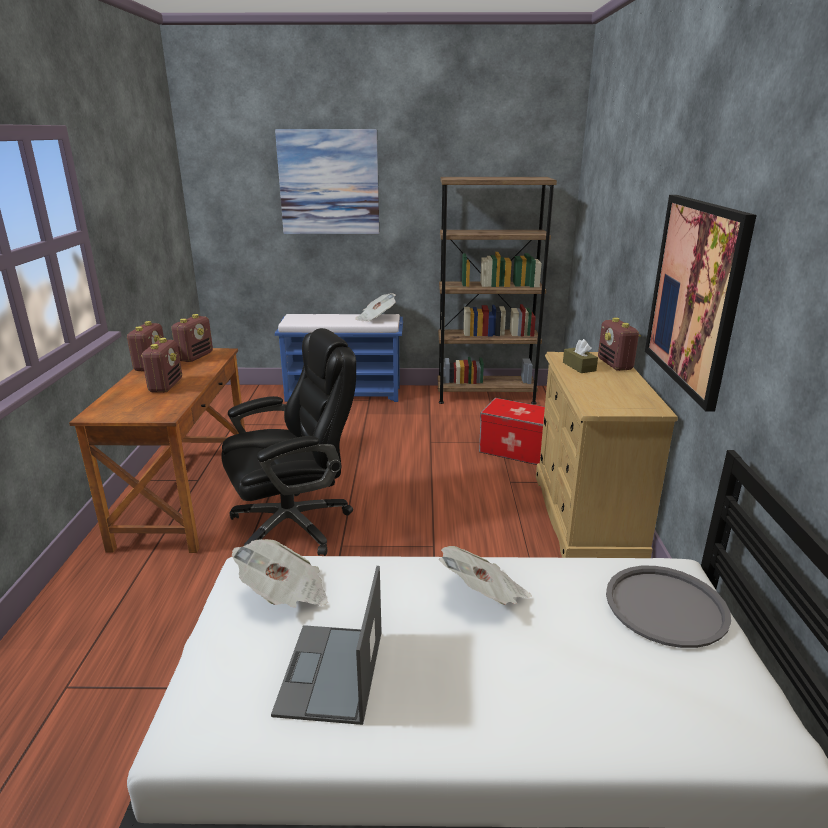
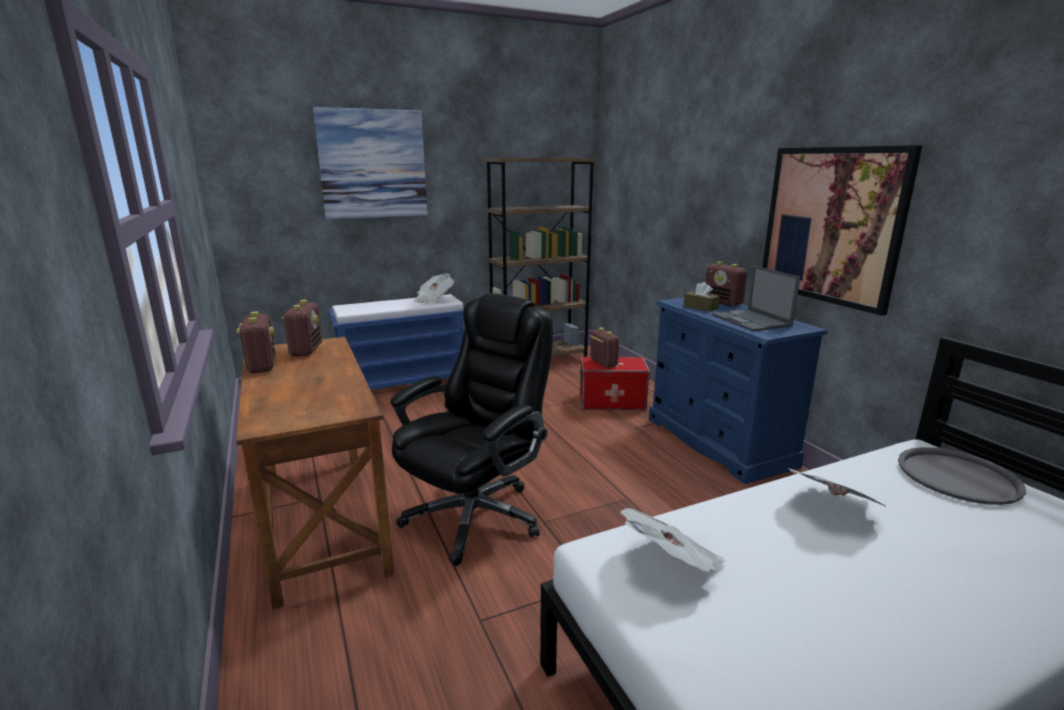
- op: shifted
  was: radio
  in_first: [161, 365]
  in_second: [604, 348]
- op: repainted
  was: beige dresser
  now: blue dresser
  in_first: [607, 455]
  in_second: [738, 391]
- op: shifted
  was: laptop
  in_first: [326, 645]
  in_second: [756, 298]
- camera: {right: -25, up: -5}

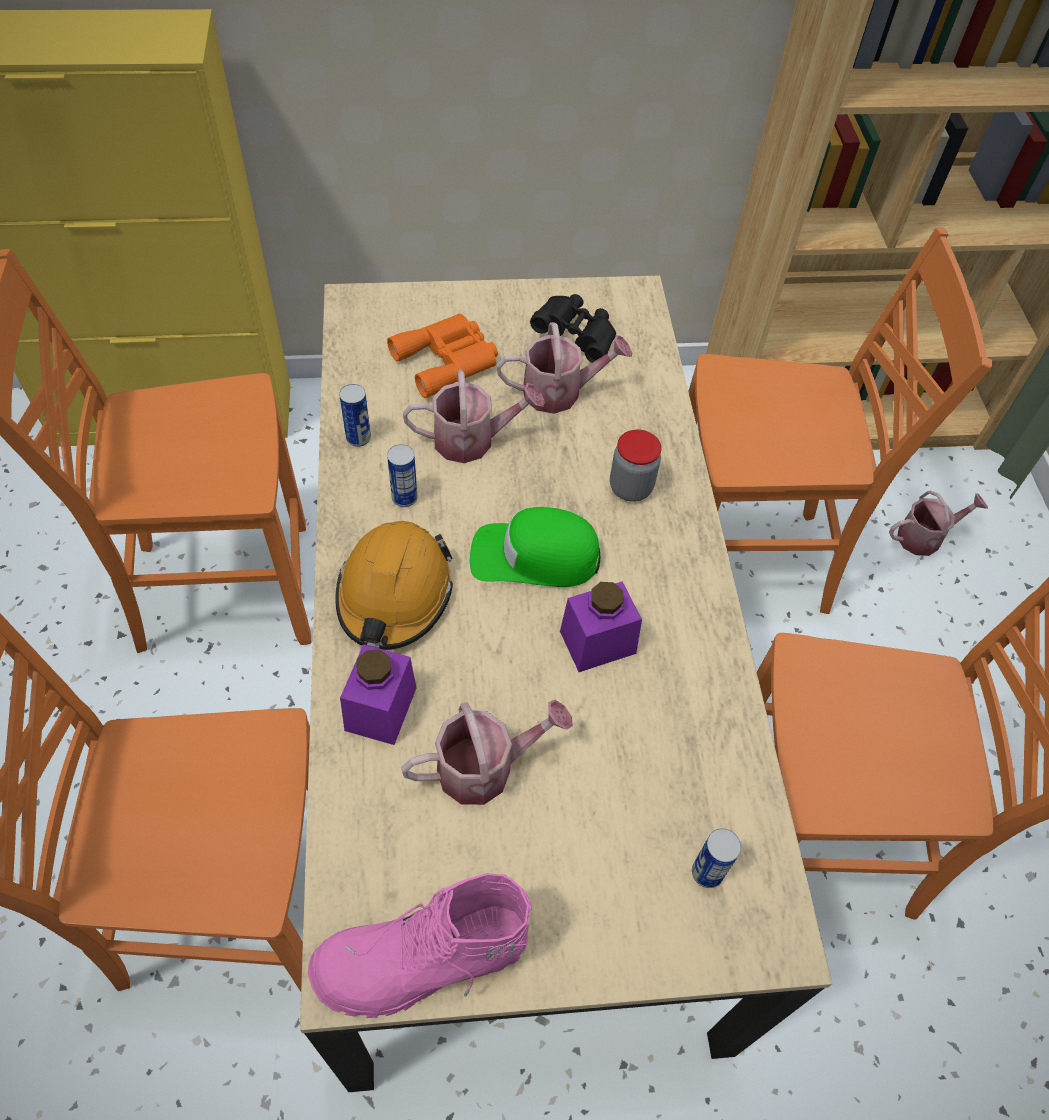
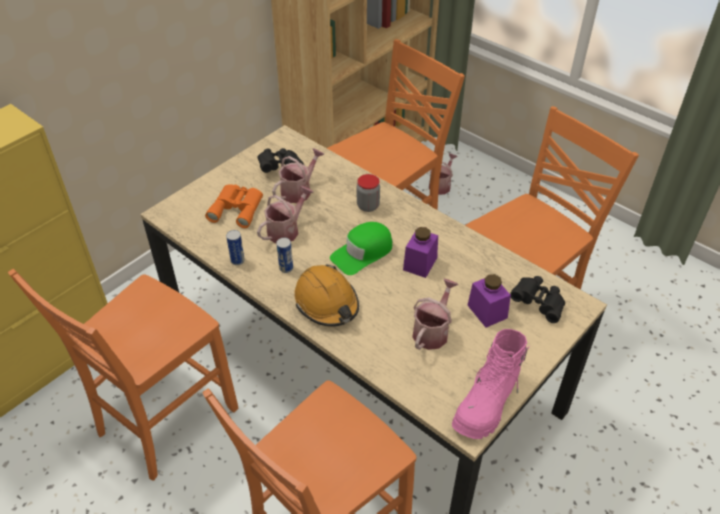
- op: shifted
  was: purple jar
  in_first: [378, 694]
  in_second: [489, 301]
- op: swapped
  was: can
  now: black binoculars
  in_first: [716, 858]
  in_second: [537, 299]
- camera: {right: -40, up: -10}

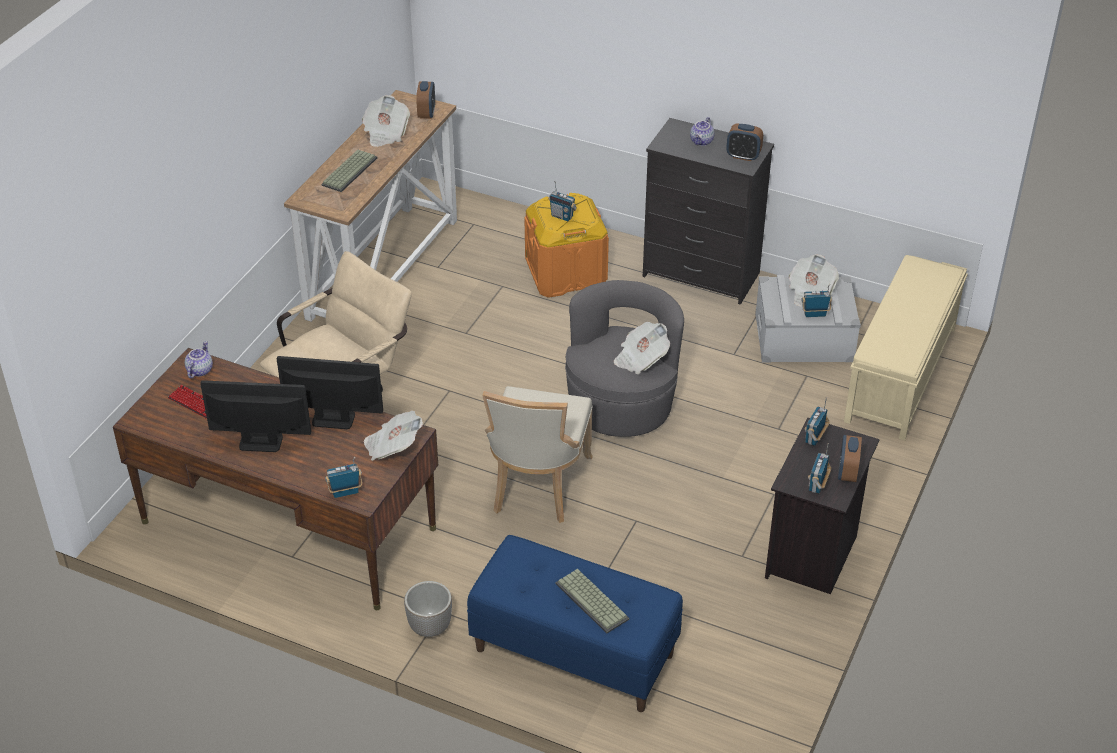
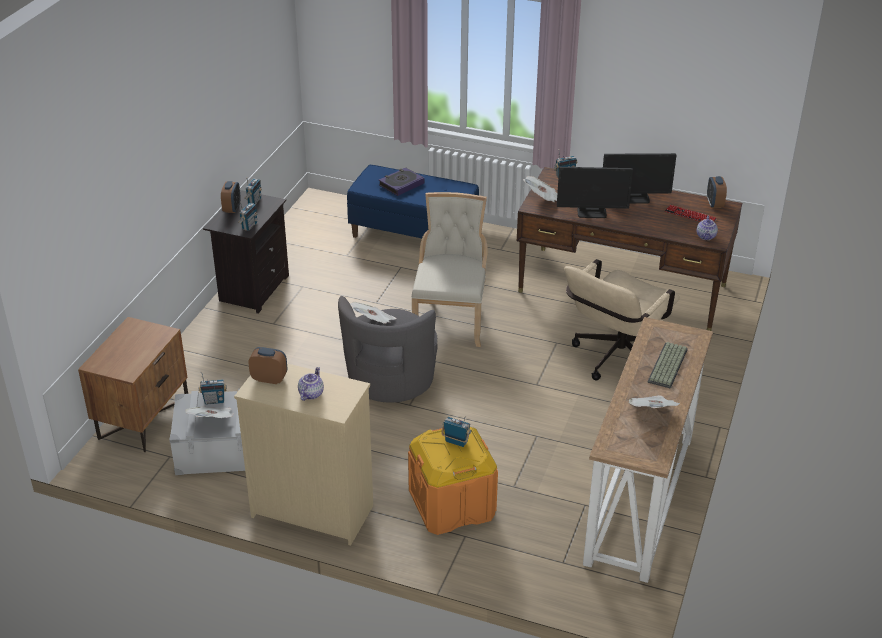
- op: swapped
  was: beige bench
  now: brown nightstand
  in_first: [906, 348]
  in_second: [133, 384]
- op: repainted
  was: black dresser
  now: beige dresser
  in_first: [708, 211]
  in_second: [303, 454]
- op: swapped
  was: keyboard
  now: book
  in_first: [592, 601]
  in_second: [402, 182]
- op: shifted
  was: alarm clock
  in_first: [425, 100]
  in_second: [717, 192]
- op: gone
  was: planter
  in_first: [428, 609]
- camera: {right: 175, up: -5}

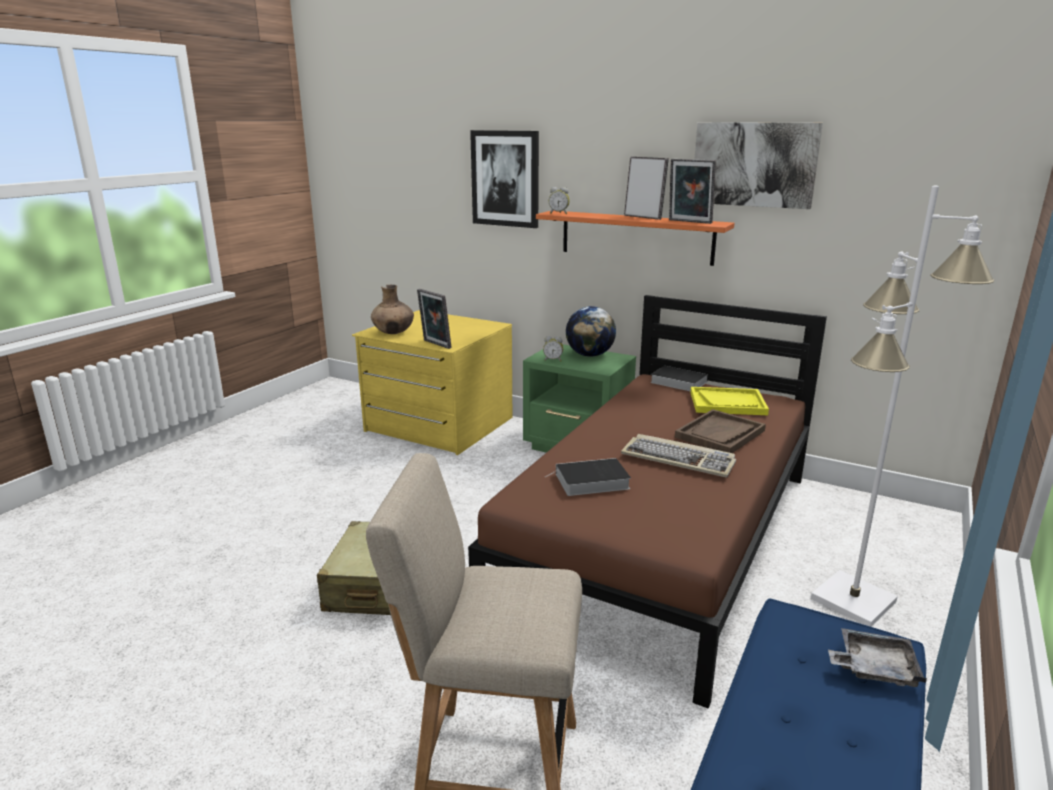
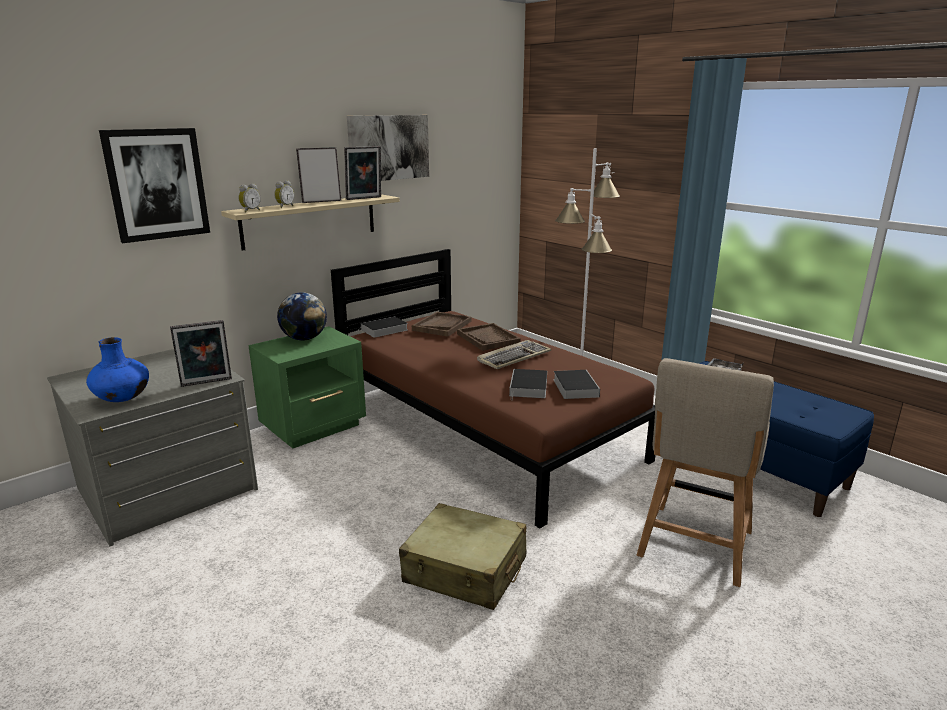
- op: repainted
  was: yellow dresser
  now: grey dresser
  in_first: [432, 382]
  in_second: [152, 447]
- op: repainted
  was: brown vase
  now: blue vase
  in_first: [392, 309]
  in_second: [117, 369]
- op: repainted
  was: orange shelf
  now: beige shelf
  in_first: [635, 238]
  in_second: [310, 223]
- op: shifted
  was: alarm clock
  in_first: [553, 349]
  in_second: [284, 194]
- op: repainted
  was: yellow tray
  now: brown tray
  in_first: [729, 401]
  in_second: [442, 324]
- op: new
  now: book
  in_second: [576, 384]
- camera: {right: -70, up: 0}

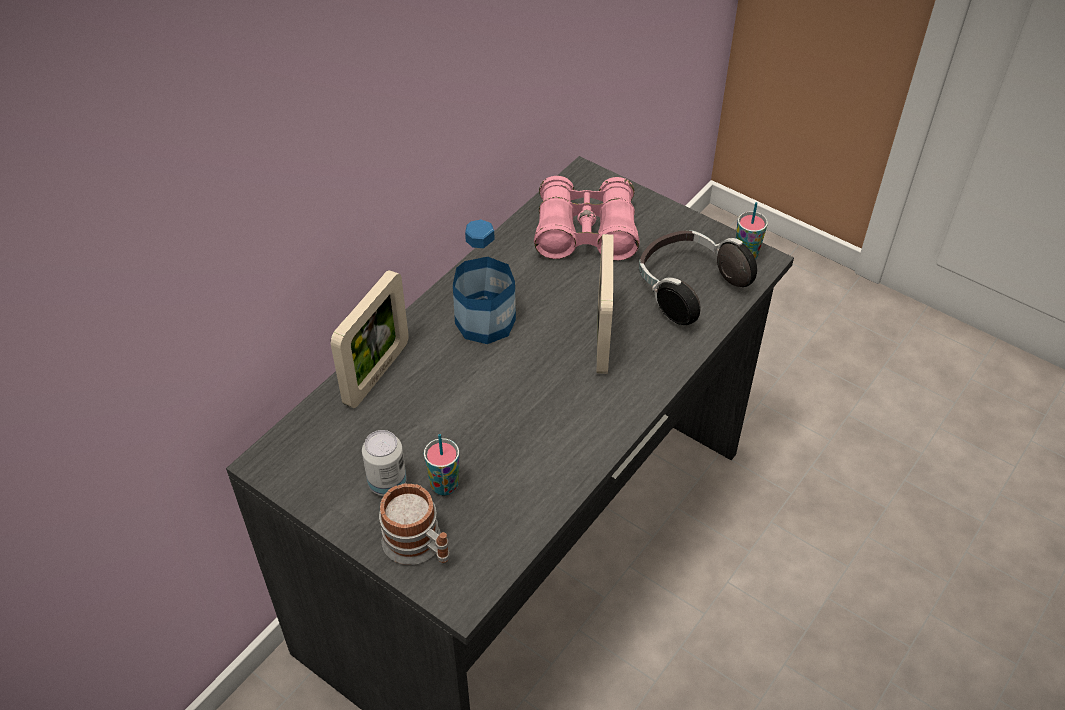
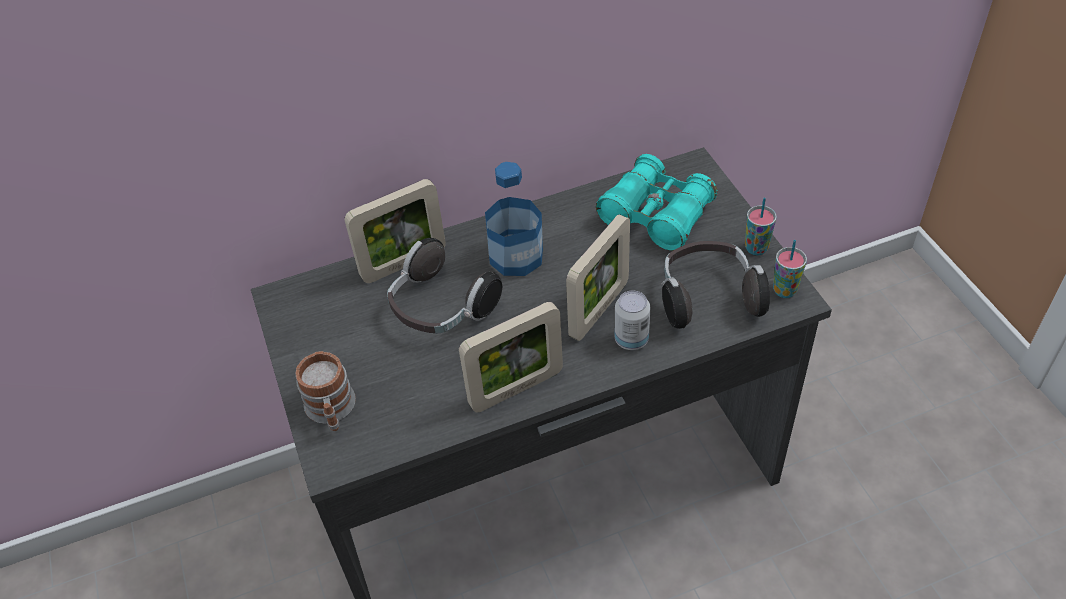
- op: new
  now: headphones
  in_second: [444, 286]
- op: new
  now: picture frame
  in_second: [511, 357]
- op: repainted
  was: pink binoculars
  now: turquoise binoculars
  in_first: [587, 218]
  in_second: [656, 202]
- op: shifted
  was: can
  in_first: [384, 463]
  in_second: [632, 320]
- op: shifted
  was: cup
  in_first: [441, 465]
  in_second: [761, 226]
- camera: {right: 35, up: 0}

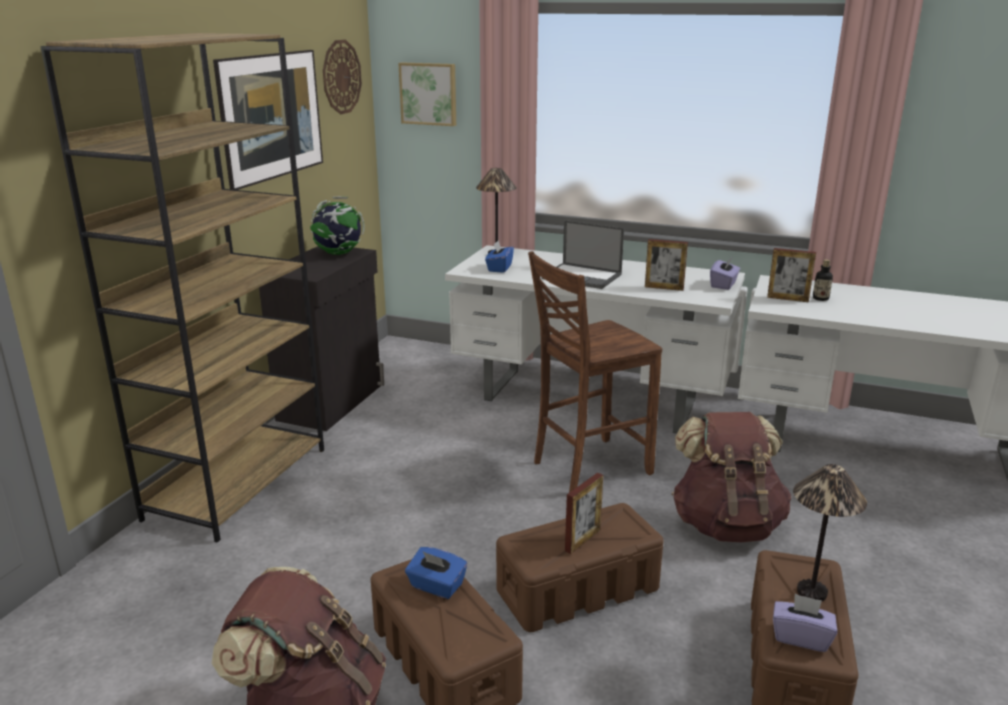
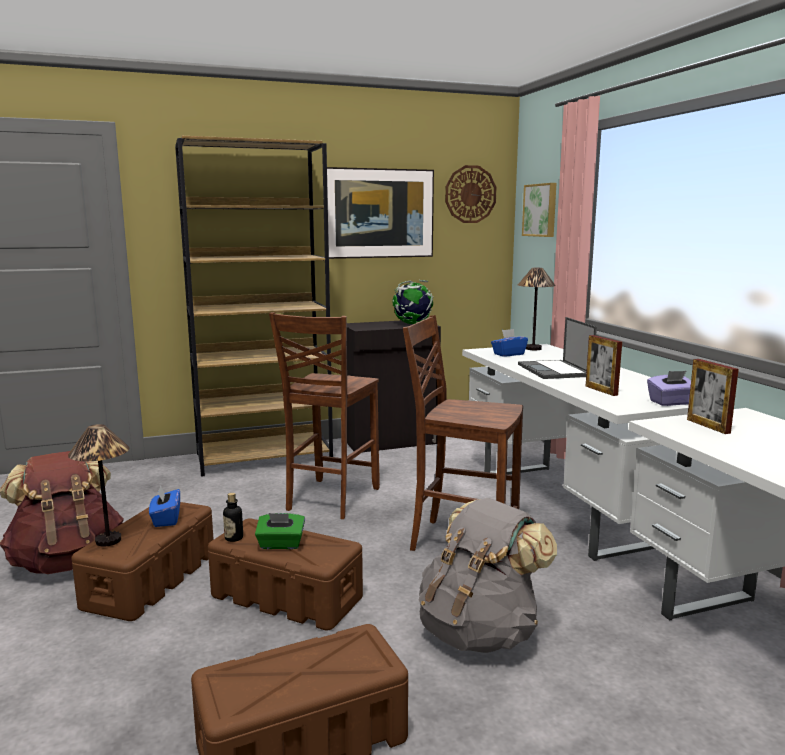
- op: shifted
  was: table lamp
  in_first: [830, 532]
  in_second: [98, 485]
- op: shifted
  was: bottle
  in_first: [823, 280]
  in_second: [233, 517]
- op: swapped
  was: picture frame
  now: green tissue box
  in_first: [584, 513]
  in_second: [280, 531]
- op: new
  now: brown chair
  in_second: [324, 415]
- op: repainted
  was: brown backpack
  now: grey backpack
  in_first: [731, 477]
  in_second: [488, 575]
- op: gone
  was: purple tissue box
  in_first: [805, 623]
- camera: {right: 50, up: -10}

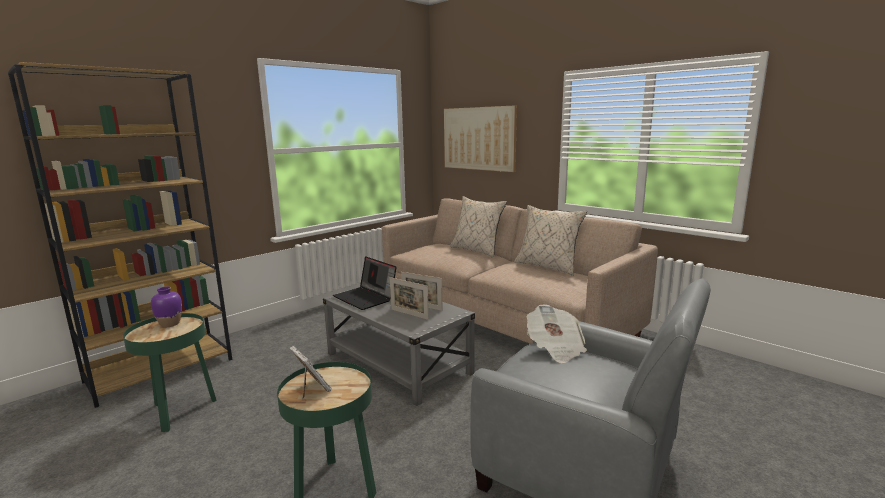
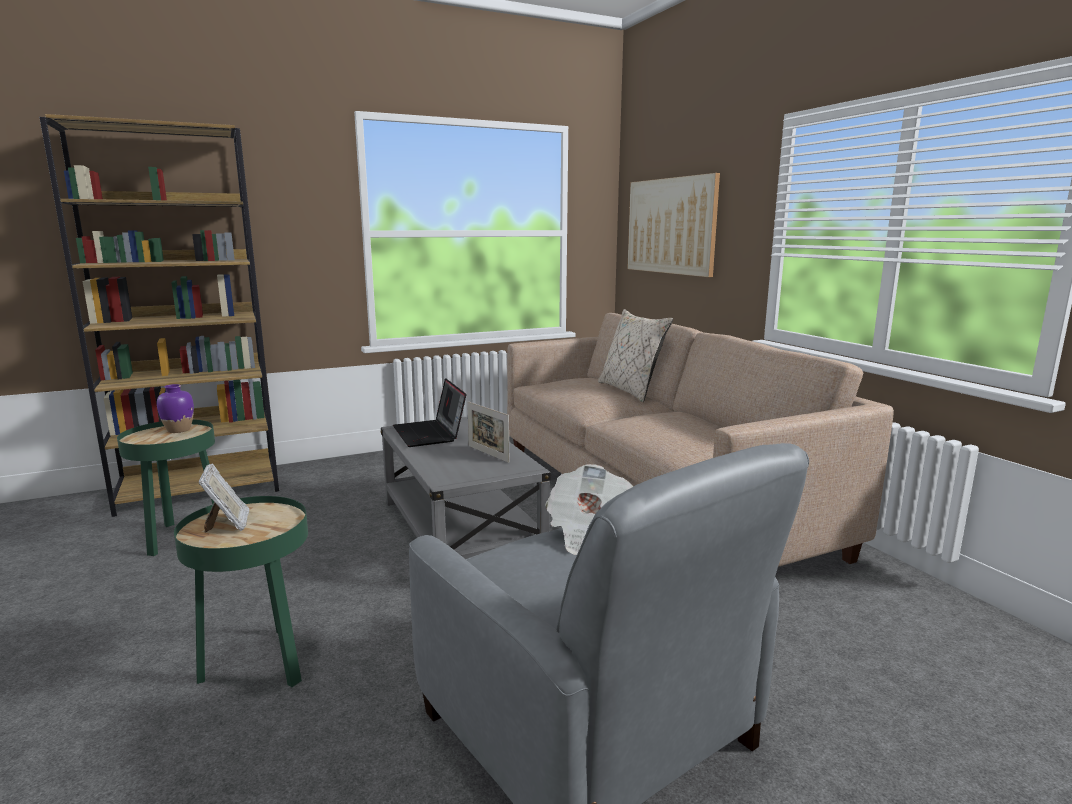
- op: gone
  was: picture frame
  in_first: [409, 298]
- op: gone
  was: beige pillow
  in_first: [550, 240]
- camera: {right: 20, up: 0}

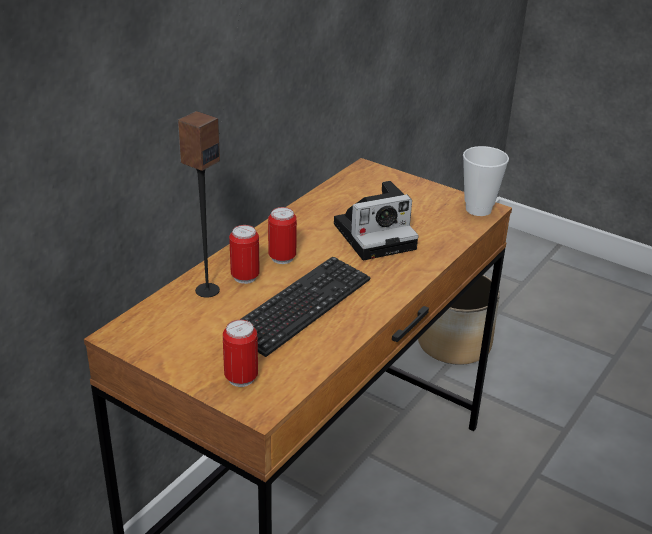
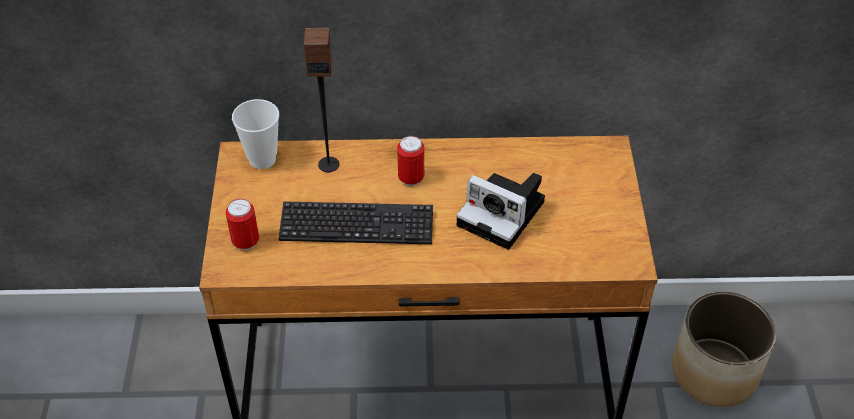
- op: shifted
  was: cup
  in_first: [486, 181]
  in_second: [255, 134]
- op: gone
  was: can
  in_first: [244, 254]
- camera: {right: 55, up: 15}

